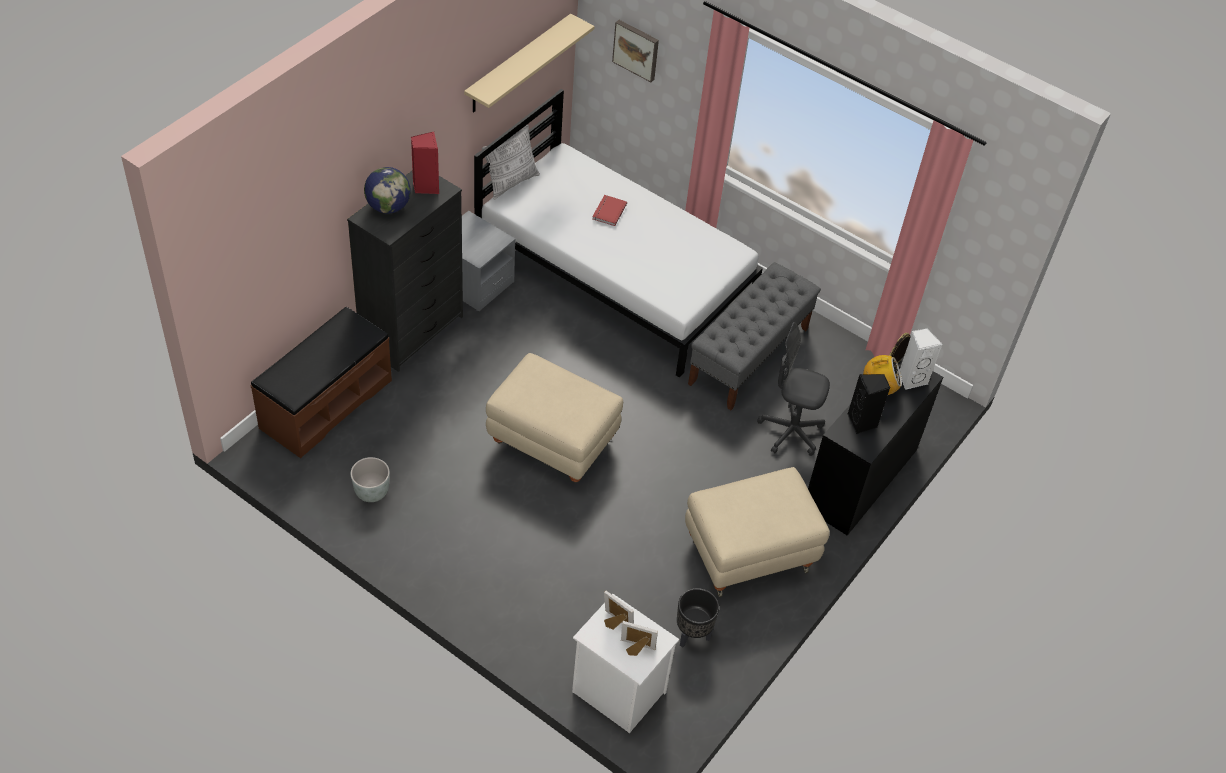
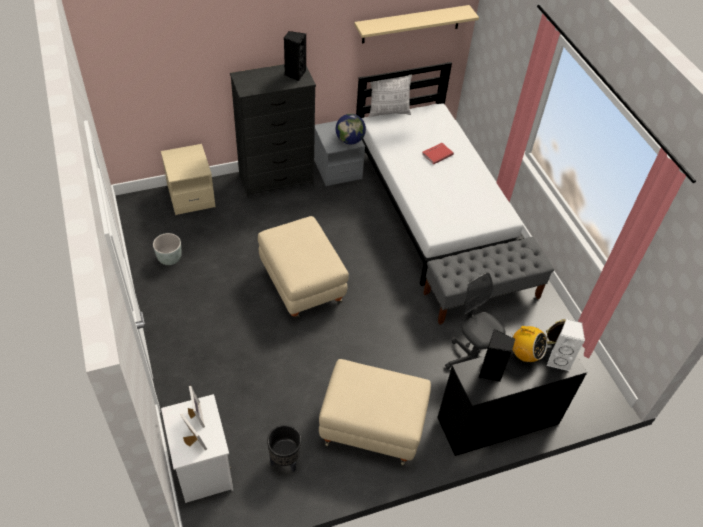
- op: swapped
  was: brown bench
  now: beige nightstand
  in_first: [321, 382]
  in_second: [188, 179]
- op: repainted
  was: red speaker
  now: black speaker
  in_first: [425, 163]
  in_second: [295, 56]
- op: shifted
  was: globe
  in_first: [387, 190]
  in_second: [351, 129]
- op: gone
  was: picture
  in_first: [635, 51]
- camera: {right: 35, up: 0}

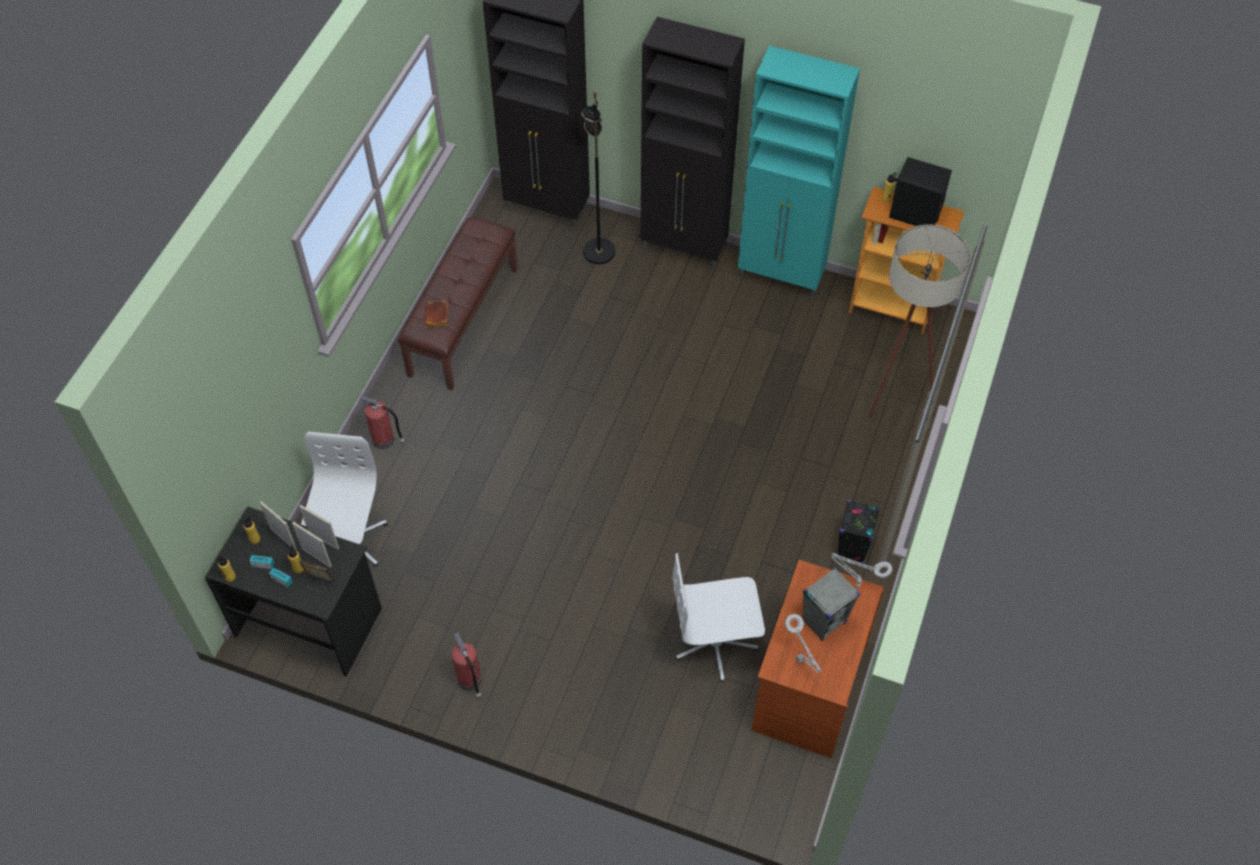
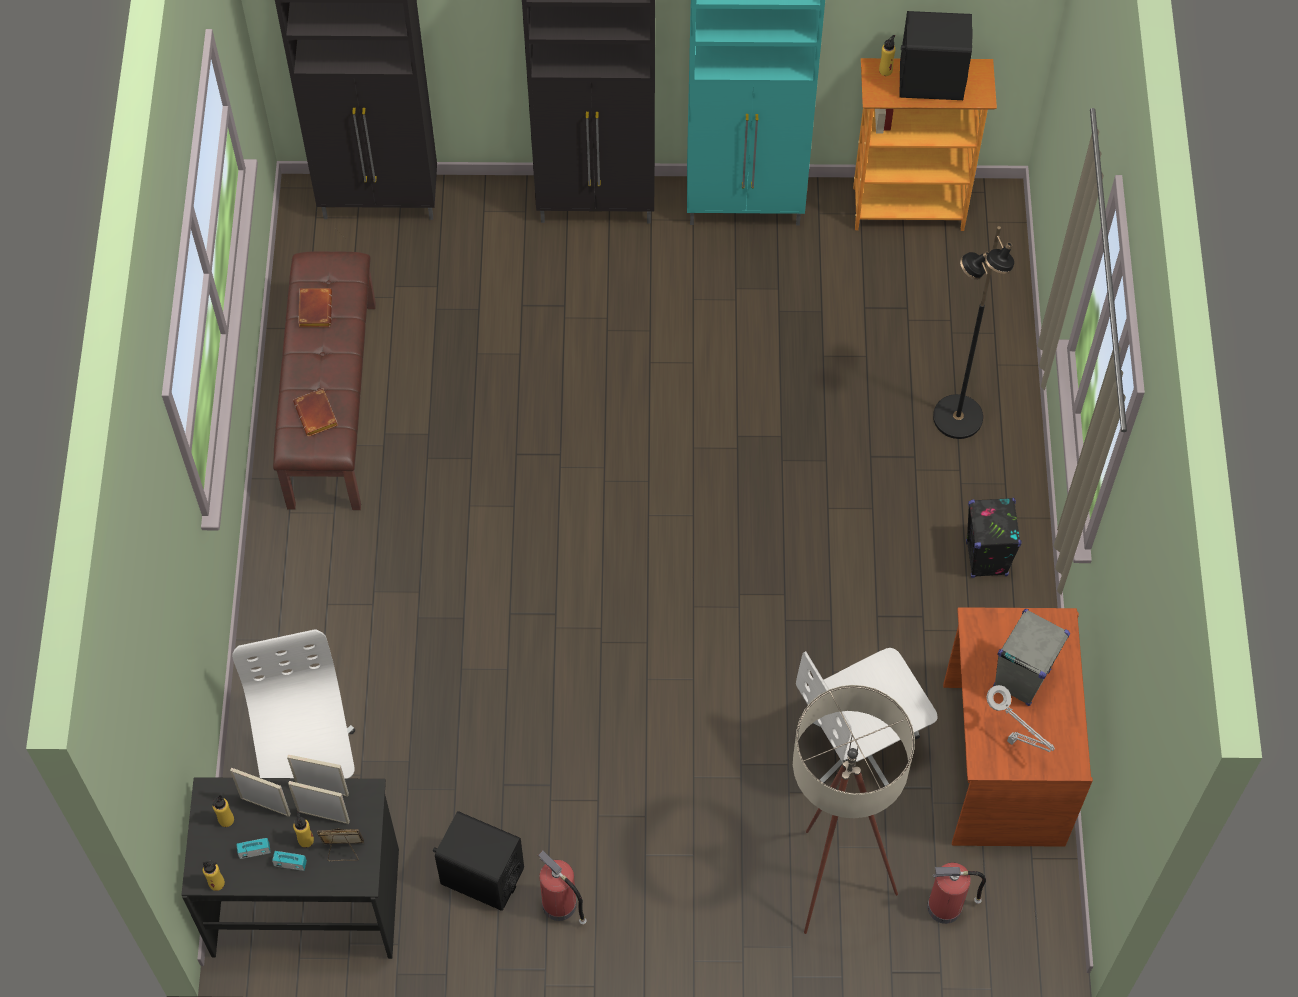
- op: new
  now: brown book
  in_second: [315, 307]
- op: new
  now: black speaker
  in_second: [478, 861]
- op: shifted
  was: beige floor lamp
  in_first: [919, 321]
  in_second: [854, 809]
- op: shifted
  was: fire extinguisher
  in_first: [382, 422]
  in_second: [956, 893]
- op: shifted
  was: black floor lamp
  in_first: [598, 177]
  in_second: [973, 332]
- op: gone
  was: grey table lamp
  in_first: [862, 570]
- camera: {right: -20, up: 5}

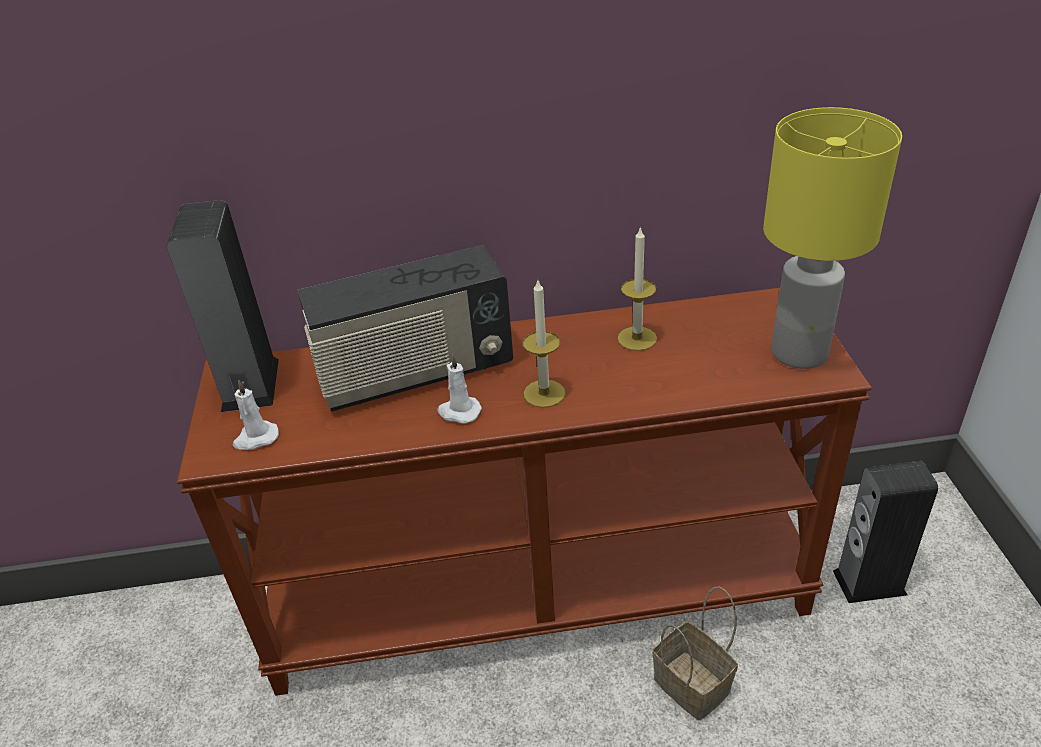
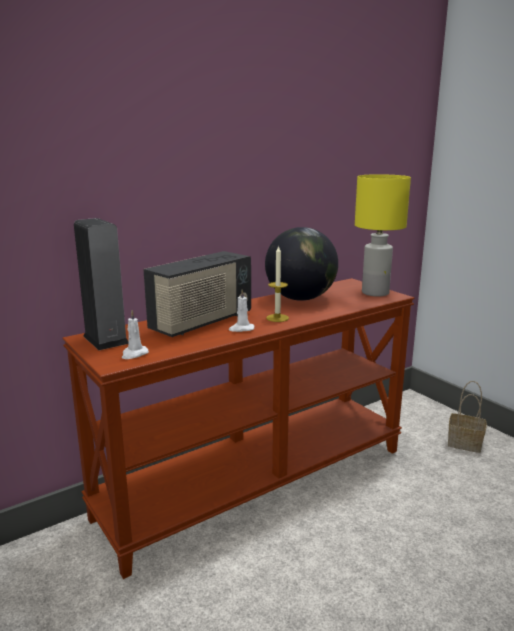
- op: swapped
  was: candle
  now: globe
  in_first: [637, 288]
  in_second: [301, 264]
- op: shifted
  was: basket
  in_first: [695, 653]
  in_second: [467, 417]
- op: gone
  was: speaker
  in_first: [885, 532]
- camera: {right: -30, up: -20}

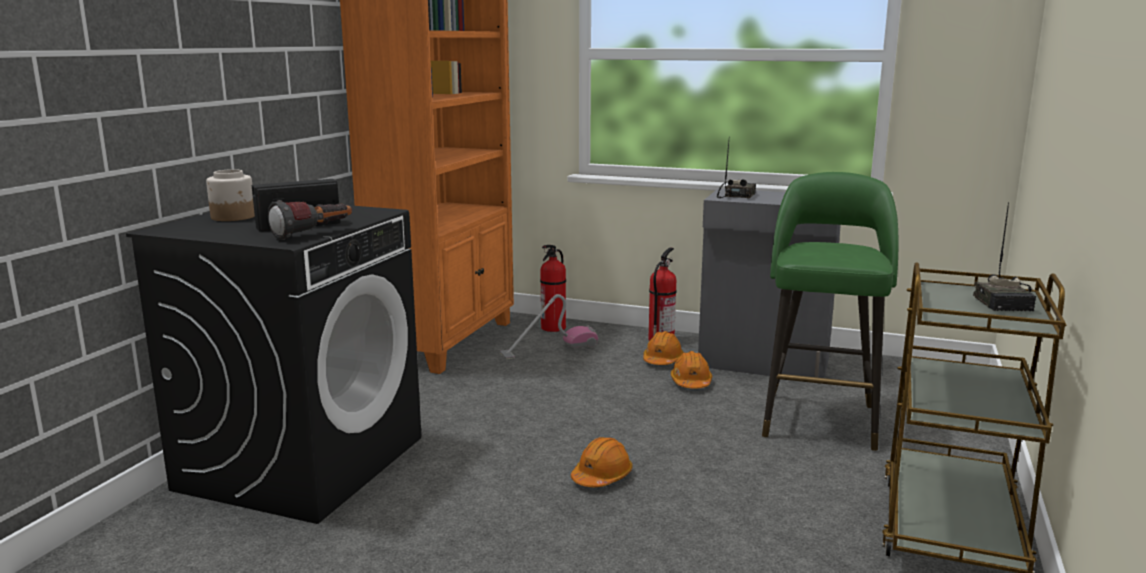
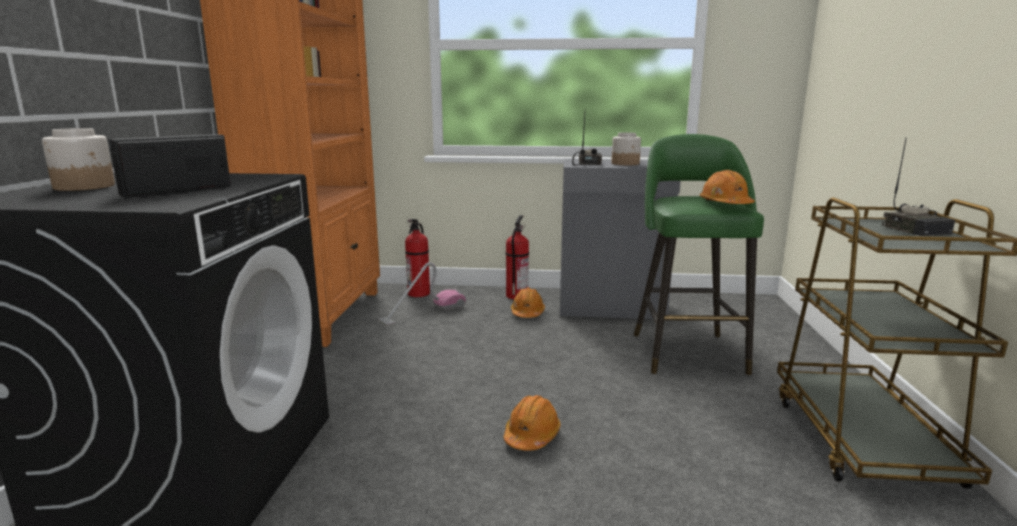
- op: new
  now: jar
  in_second: [626, 148]
- op: shifted
  was: orange hard hat
  in_first: [691, 369]
  in_second: [727, 187]
- op: gone
  was: flashlight
  in_first: [310, 220]
- camera: {right: -15, up: 0}

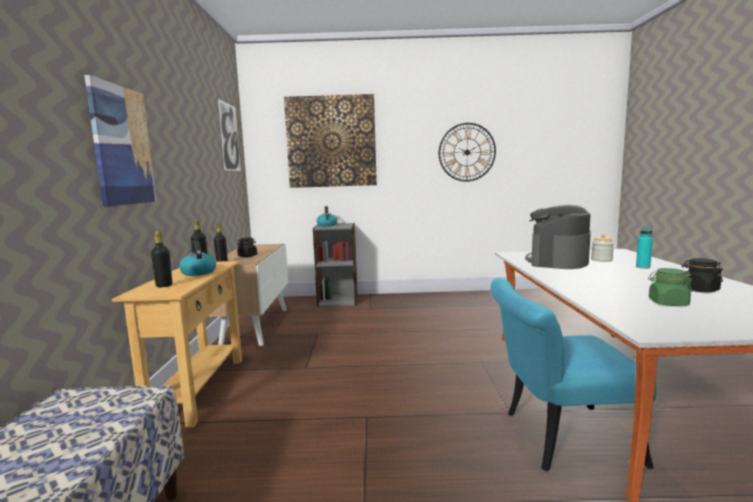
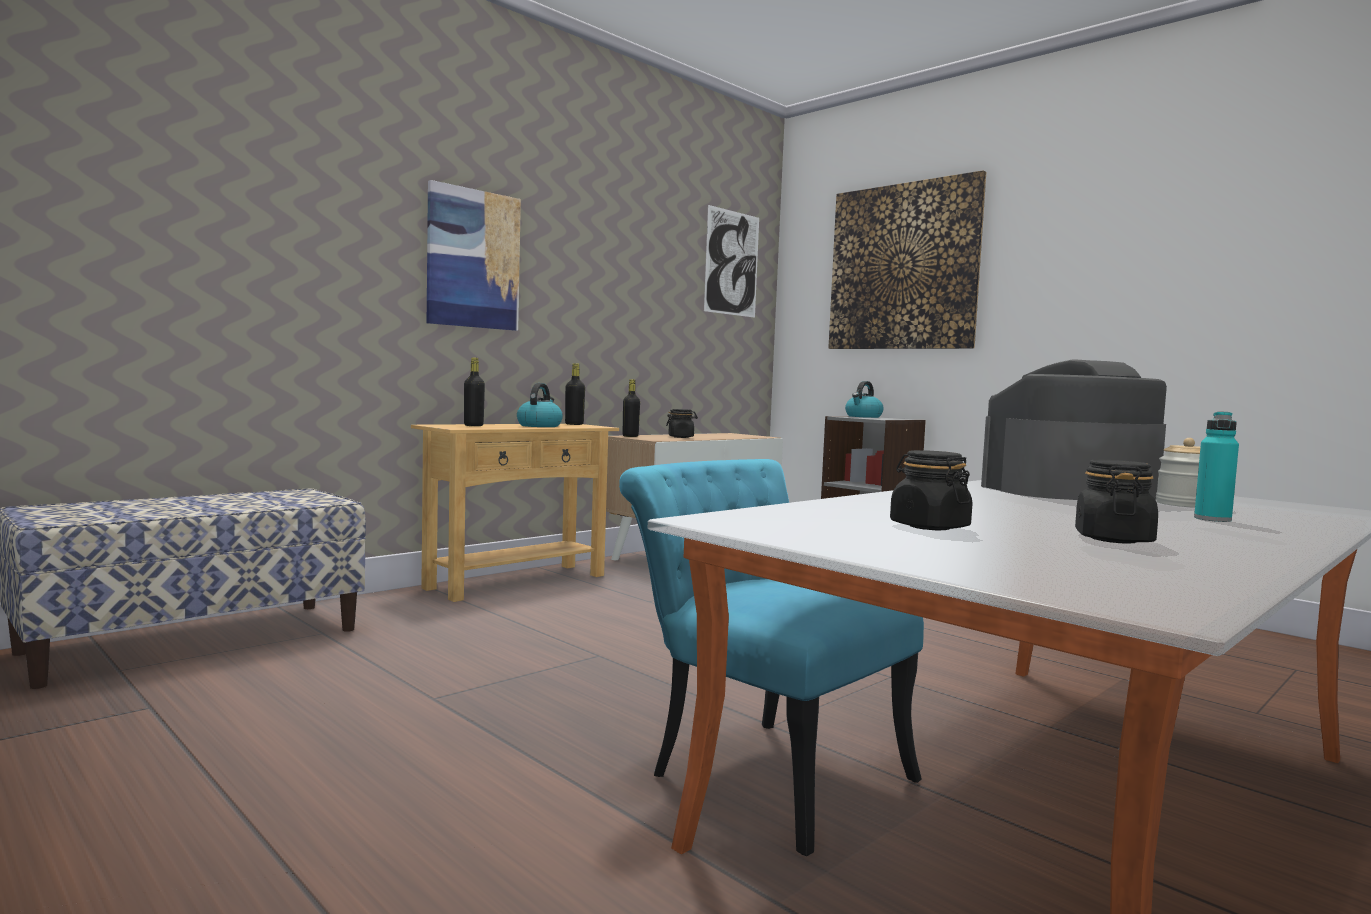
- op: repainted
  was: green jar
  now: black jar
  in_first: [670, 287]
  in_second: [931, 490]
- op: gone
  was: wall clock
  in_first: [467, 152]
- camera: {right: 45, up: -5}

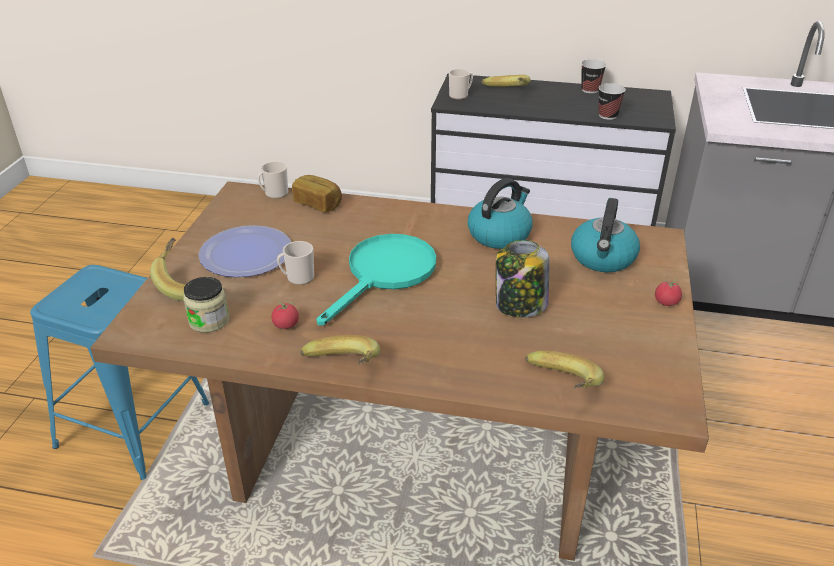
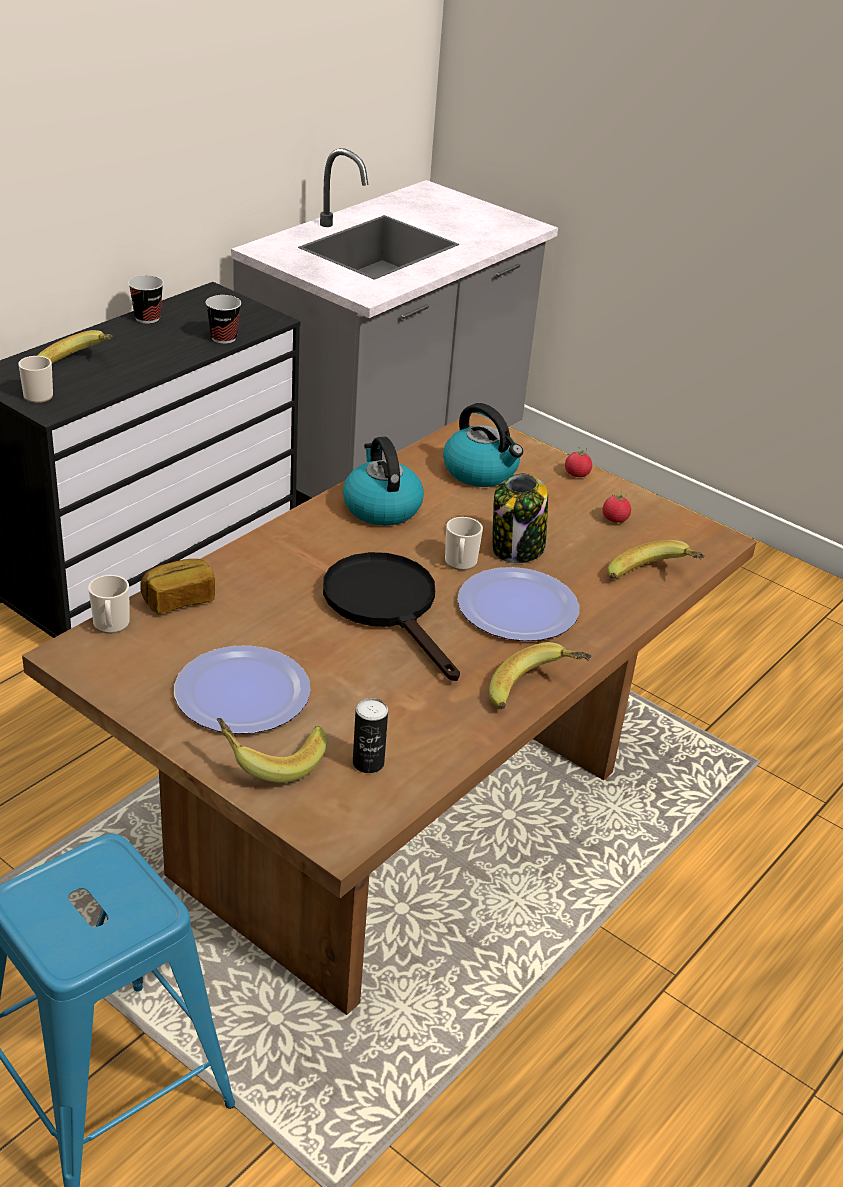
- op: repainted
  was: turquoise frying pan
  now: black frying pan
  in_first: [376, 280]
  in_second: [391, 616]
- op: swapped
  was: jar
  now: can
  in_first: [206, 305]
  in_second: [370, 735]
- op: shifted
  was: mug
  in_first: [295, 263]
  in_second: [464, 543]
- op: new
  now: plate
  in_second: [518, 604]
- op: shifted
  was: tomato
  in_first: [285, 315]
  in_second: [616, 507]
- camera: {right: -65, up: 0}

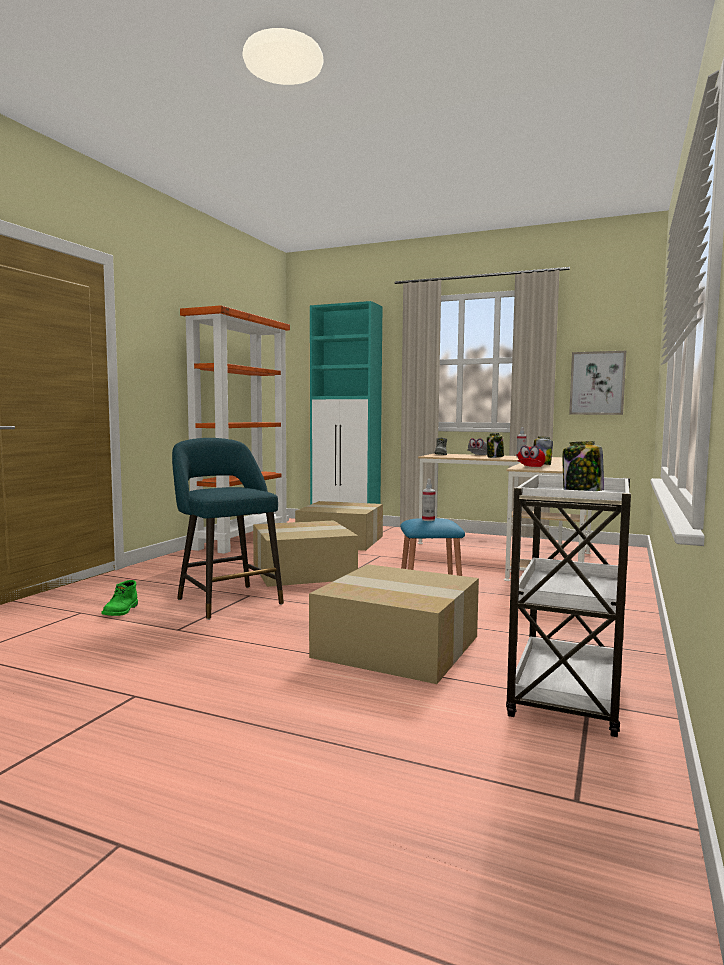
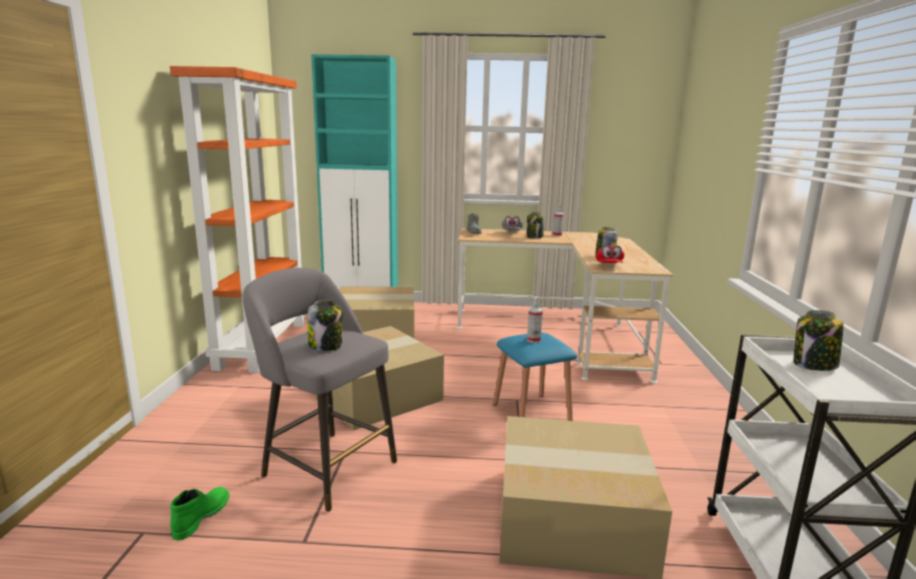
- op: rotated
  was: green boot
  in_first: [119, 598]
  in_second: [199, 513]
  clockwise: -150
- op: repainted
  was: turquoise stool
  now: grey stool
  in_first: [228, 529]
  in_second: [320, 390]
- op: new
  now: jar
  in_second: [325, 325]
- op: gone
  was: picture
  in_first: [597, 383]
- camera: {right: -20, up: 10}

